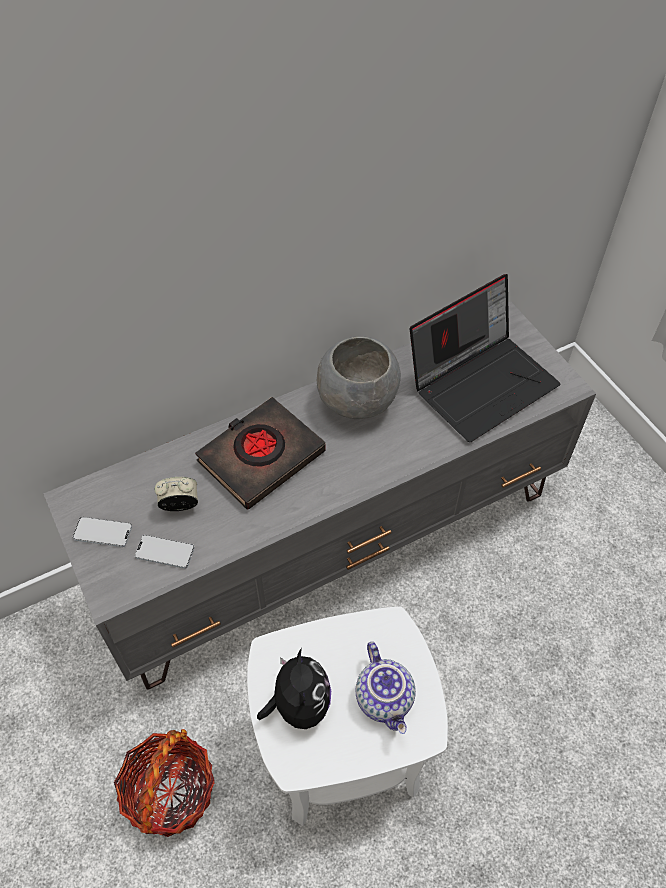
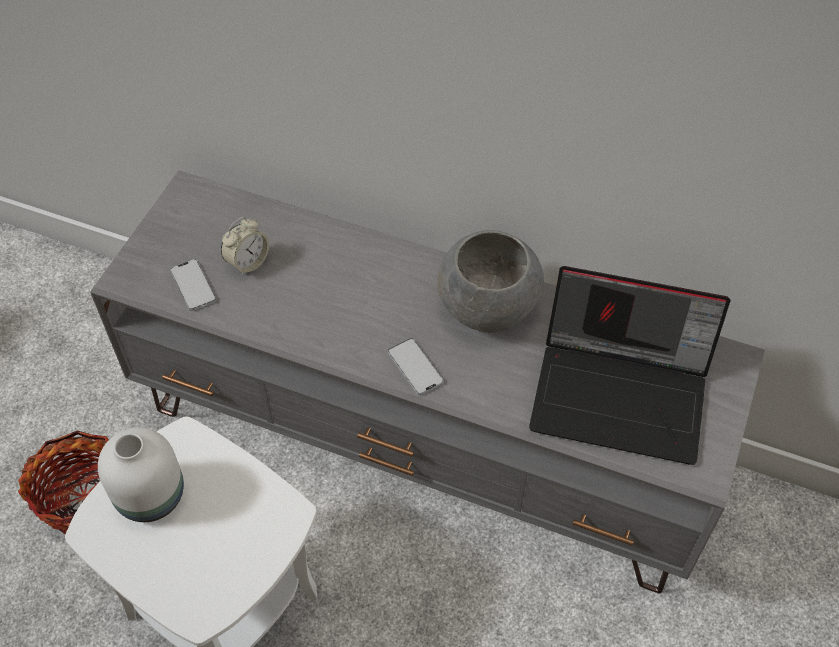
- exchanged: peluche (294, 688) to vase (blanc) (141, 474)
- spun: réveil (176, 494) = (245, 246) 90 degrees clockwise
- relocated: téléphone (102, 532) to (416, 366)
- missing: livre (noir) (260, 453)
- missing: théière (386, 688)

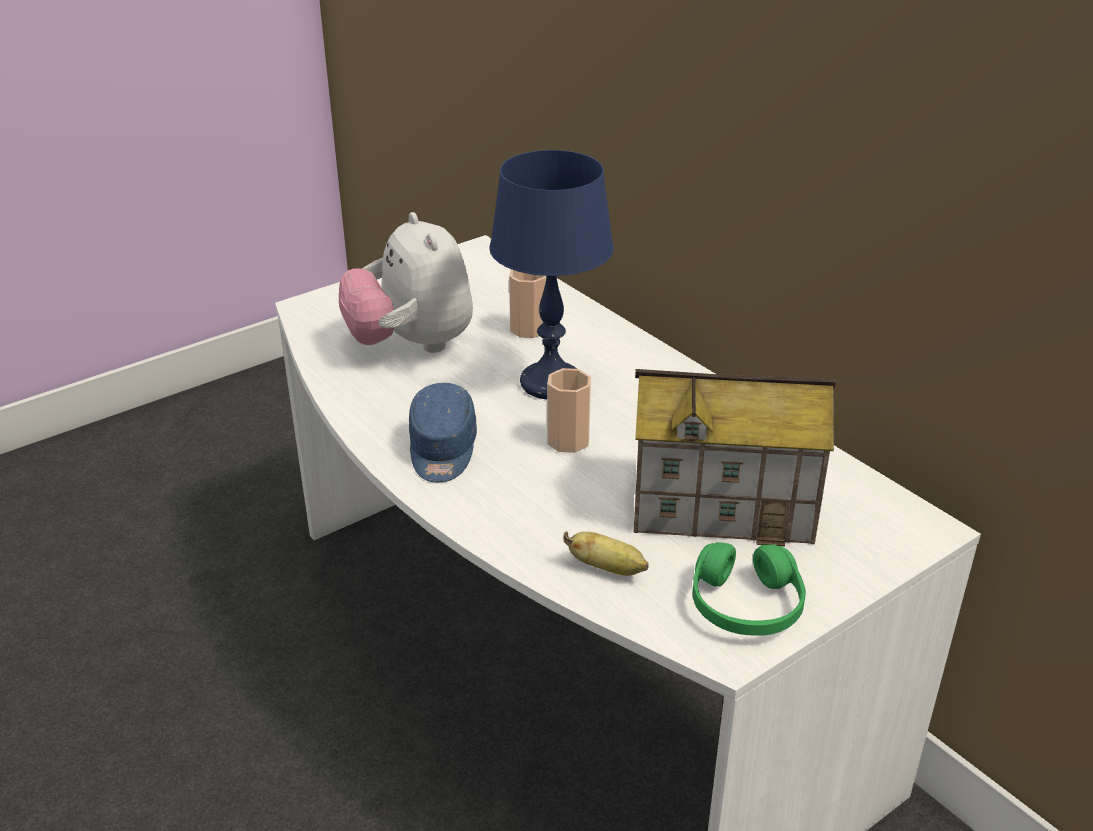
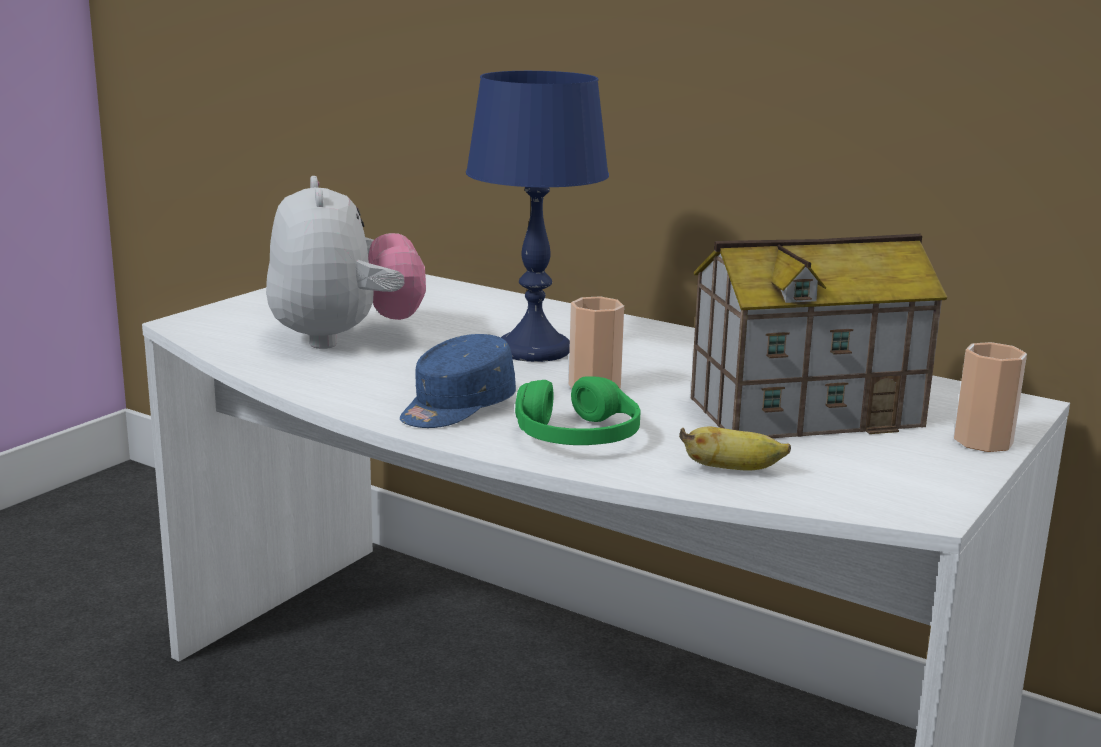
- spun: peluche (406, 282) = (346, 262) 150 degrees counterclockwise
- spun: casquette (bleu) (443, 432) = (458, 381) 60 degrees clockwise
- relocated: casque audio (vert) (749, 589) to (578, 410)
- relocated: tasse (527, 303) to (990, 397)

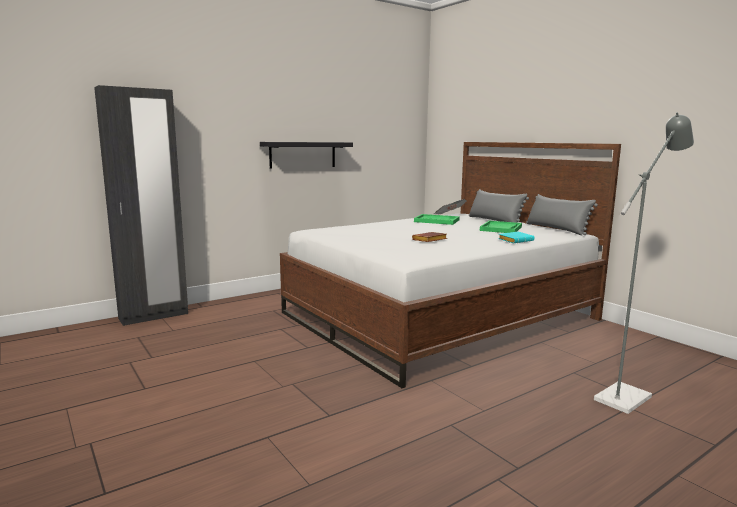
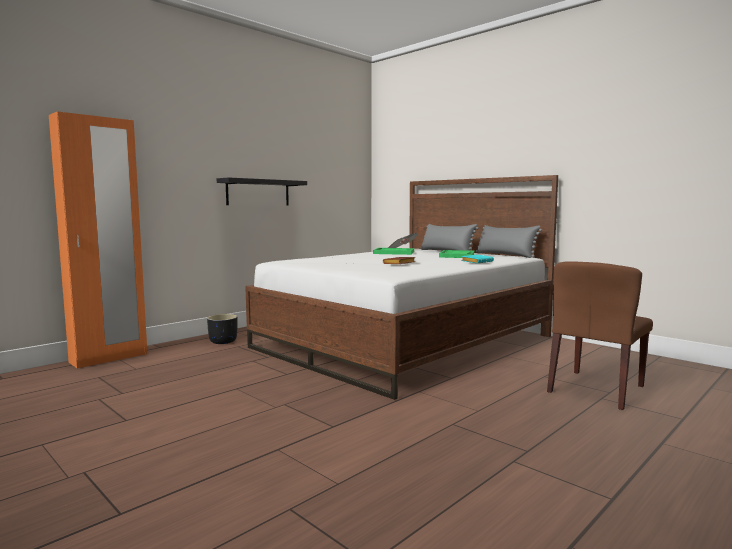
- colour: armoire (noir) (141, 205) to armoire (orange) (98, 240)
- appeared: cache-pot (noir) (222, 329)
- exchanged: lampadaire (gris) (644, 263) to chaise (marron) (600, 335)

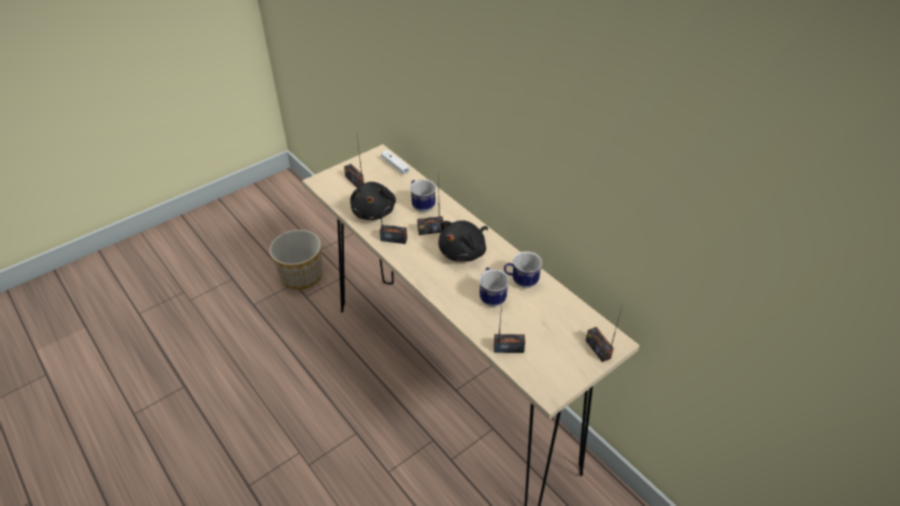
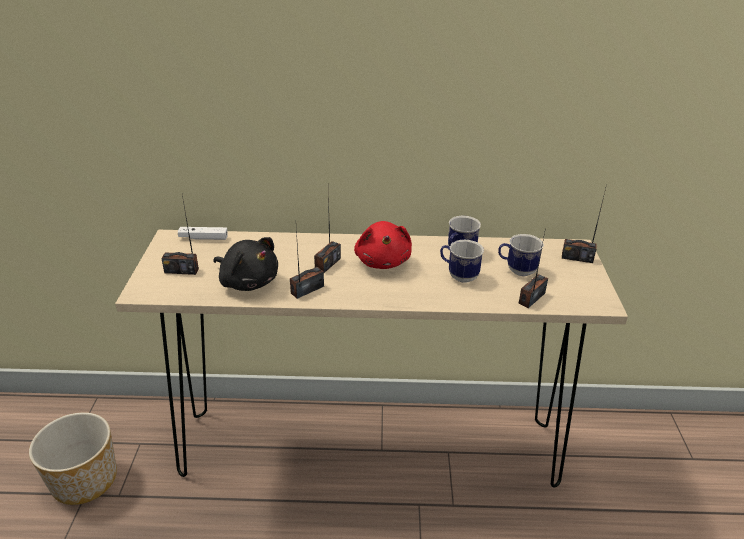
- colour: peluche (noir) (463, 241) to peluche (rouge) (383, 245)
- relocated: mug (423, 195) to (521, 255)

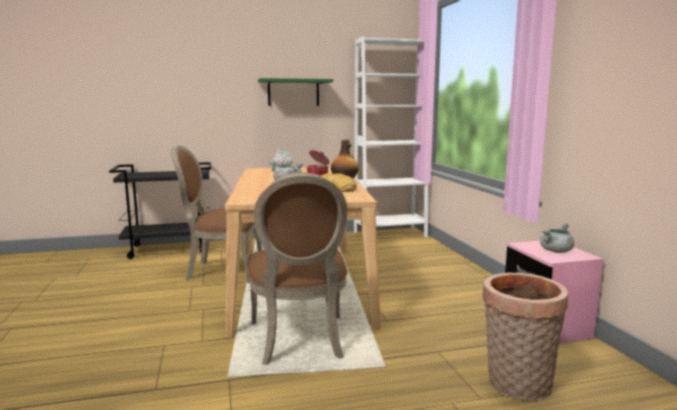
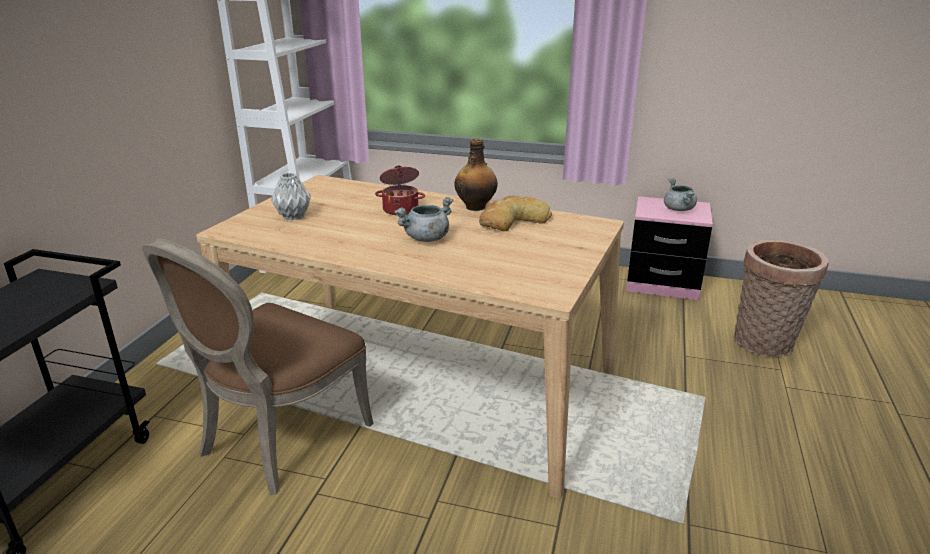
- missing: chaise (marron) (297, 268)
- missing: étagère (vert) (295, 92)

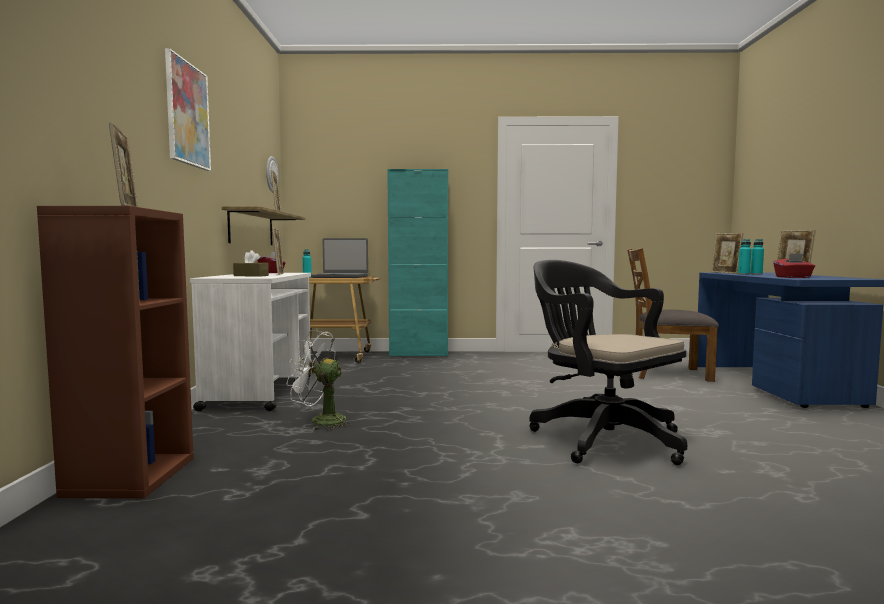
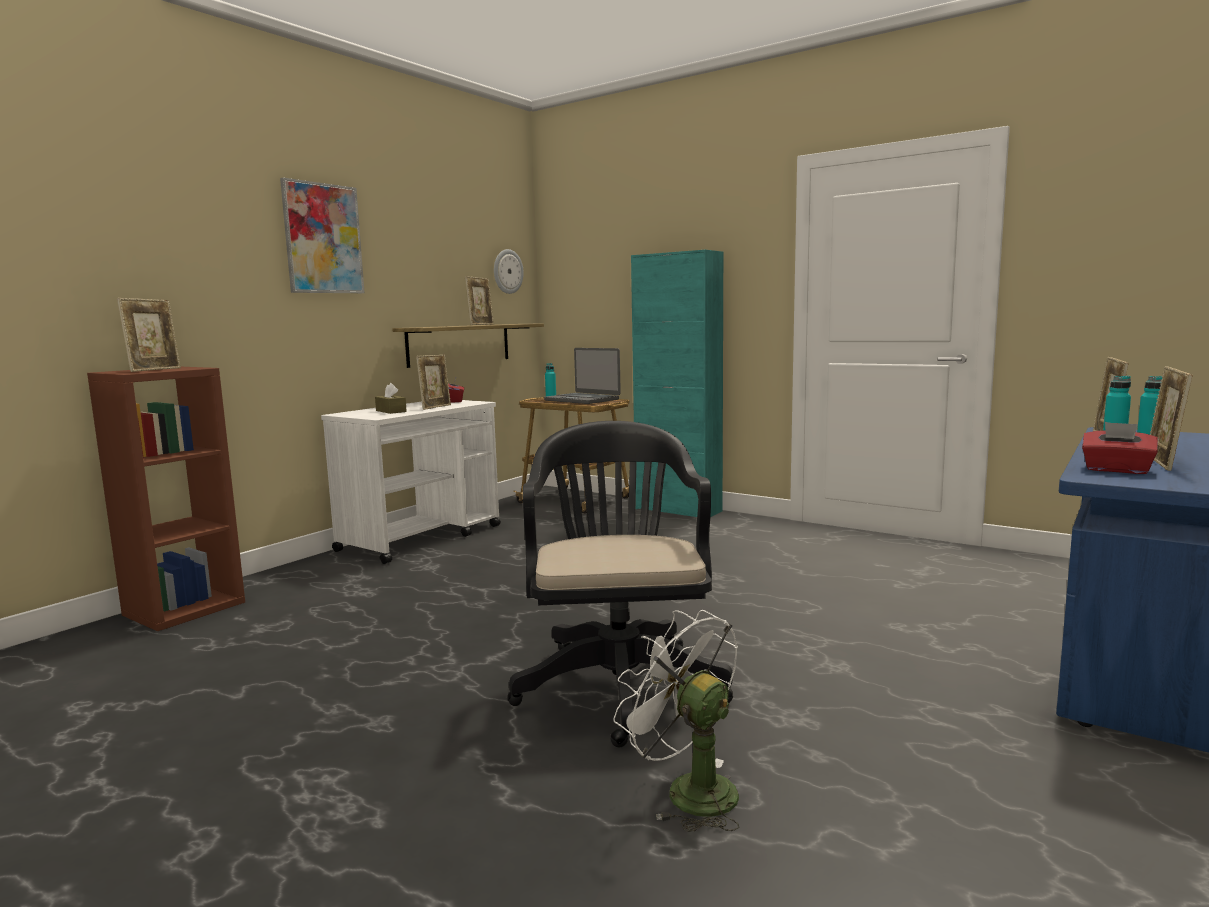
- relocated: ventilateur (blanc) (319, 380) to (676, 721)
- missing: chaise (marron) (673, 315)

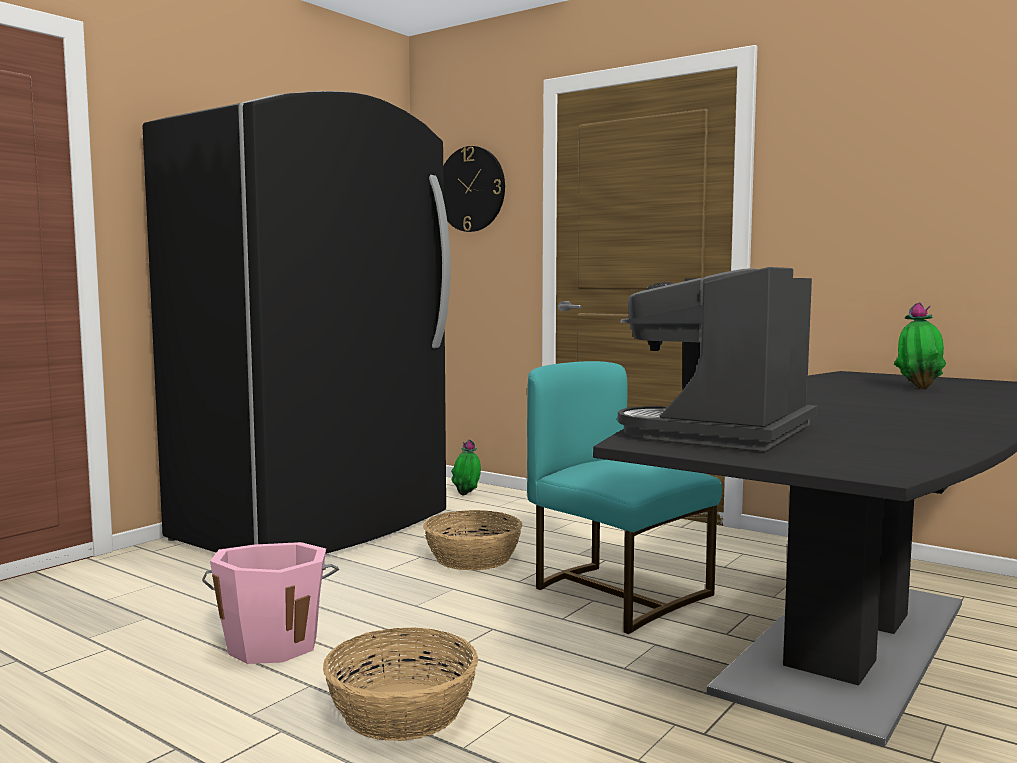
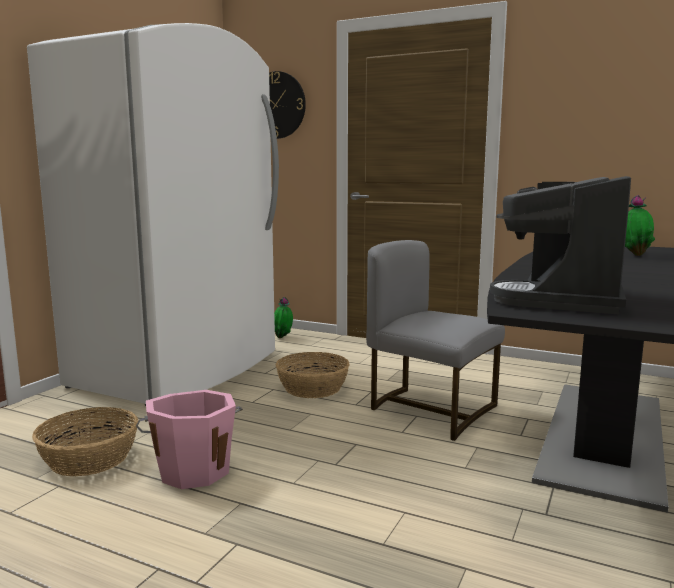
- colour: réfrigérateur (noir) (296, 322) to réfrigérateur (blanc) (153, 214)
- relocated: panier (400, 684) to (85, 441)
- colour: chaise (turquoise) (624, 497) to chaise (gris) (435, 340)

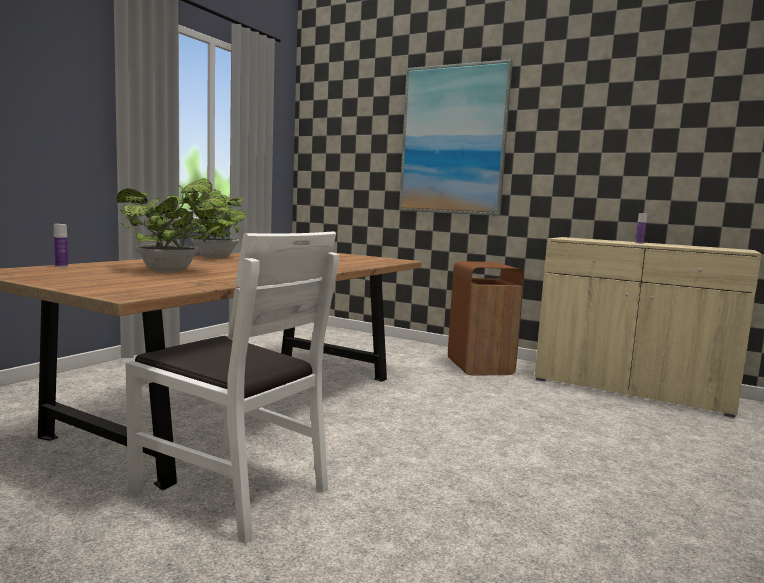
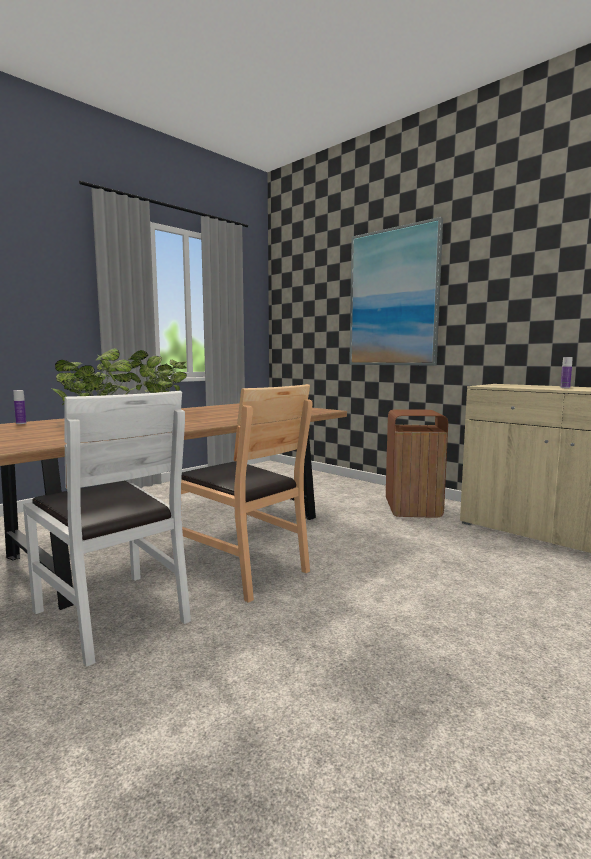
- appeared: chaise (marron) (242, 493)

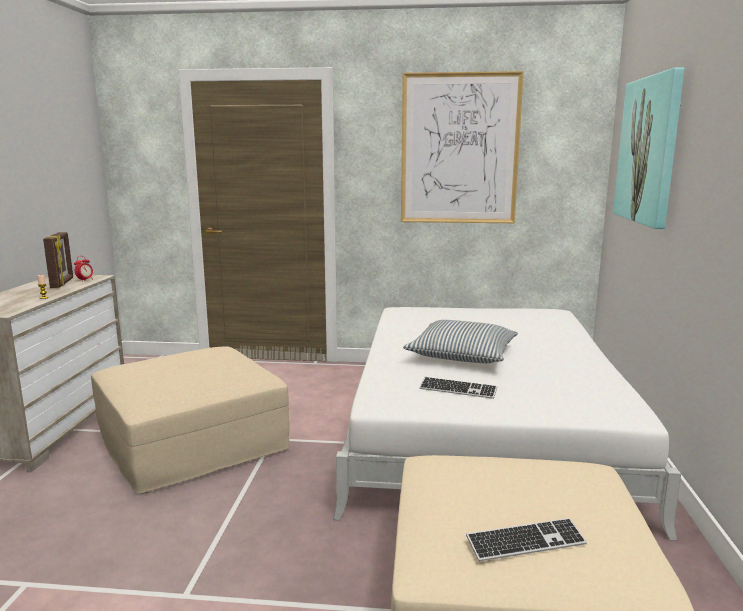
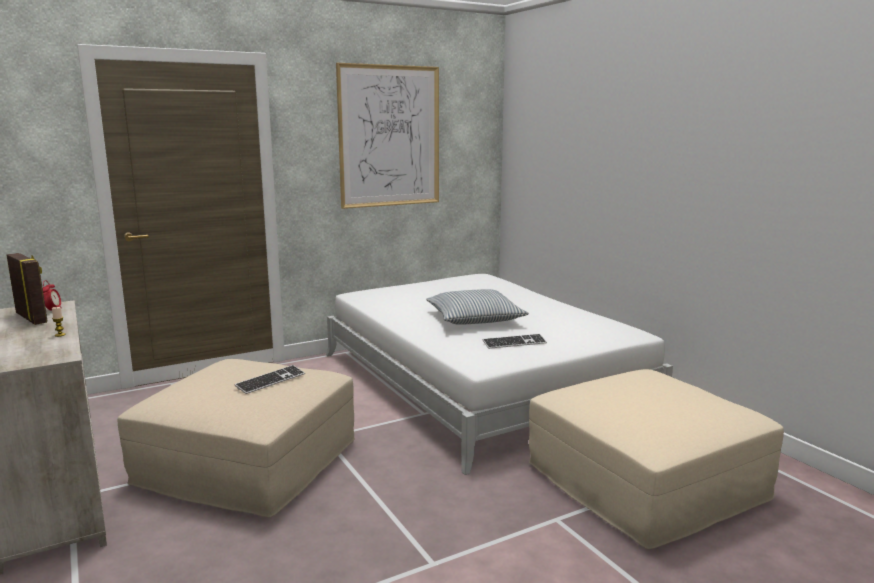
- relocated: clavier (526, 539) to (269, 379)
- missing: tableau (649, 148)

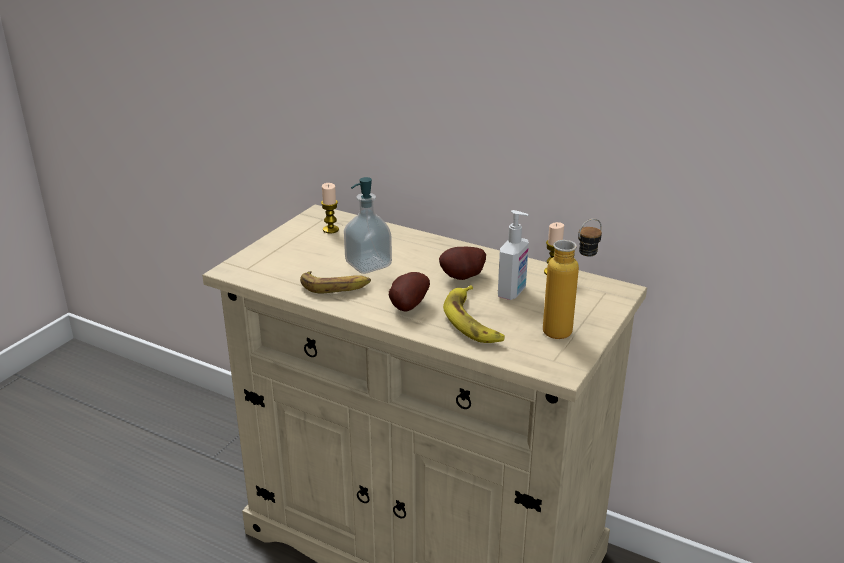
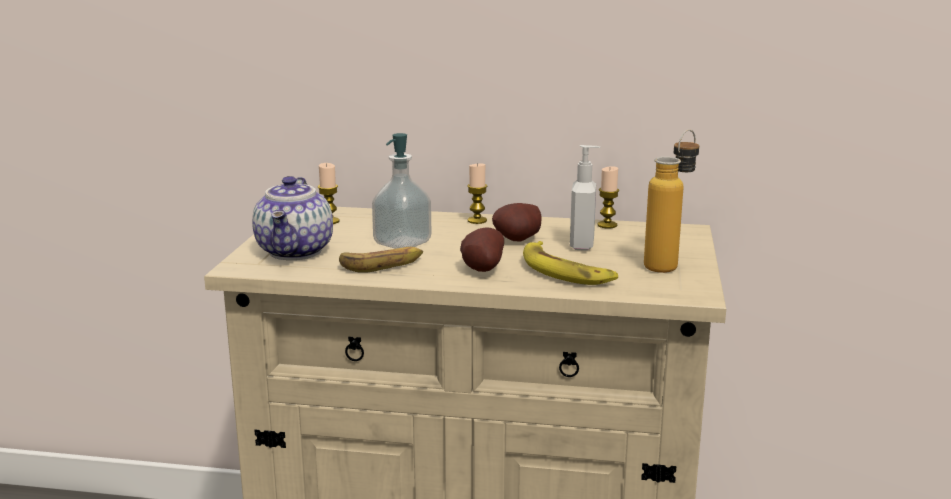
- appeared: théière (292, 218)
- appeared: bougie (477, 193)

